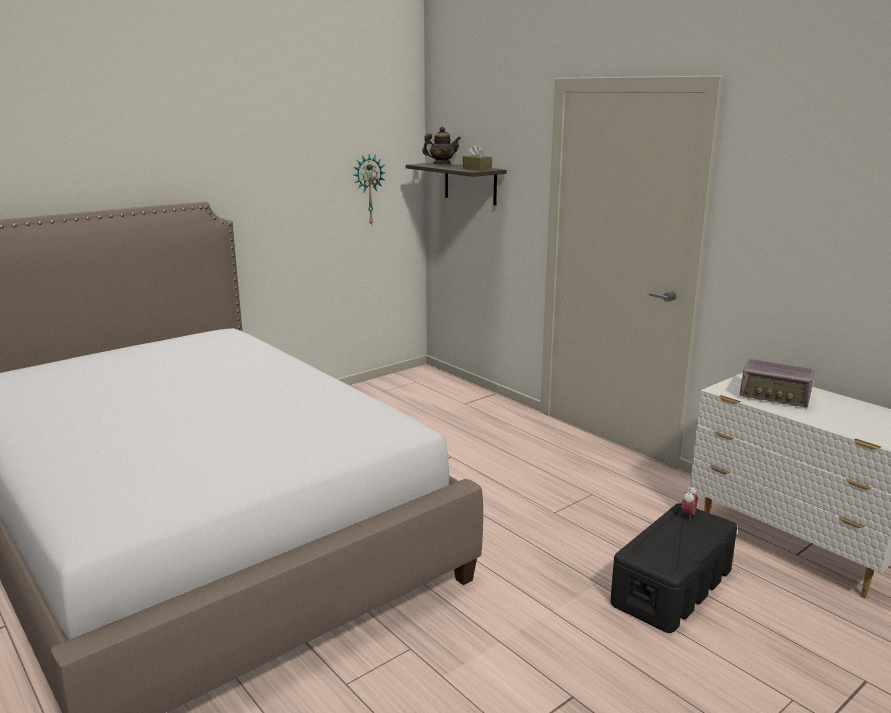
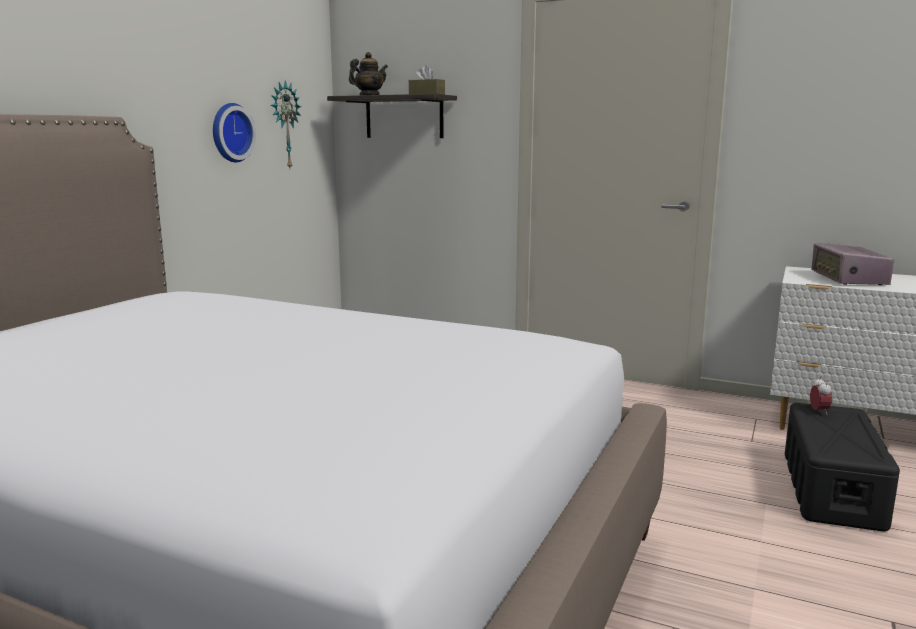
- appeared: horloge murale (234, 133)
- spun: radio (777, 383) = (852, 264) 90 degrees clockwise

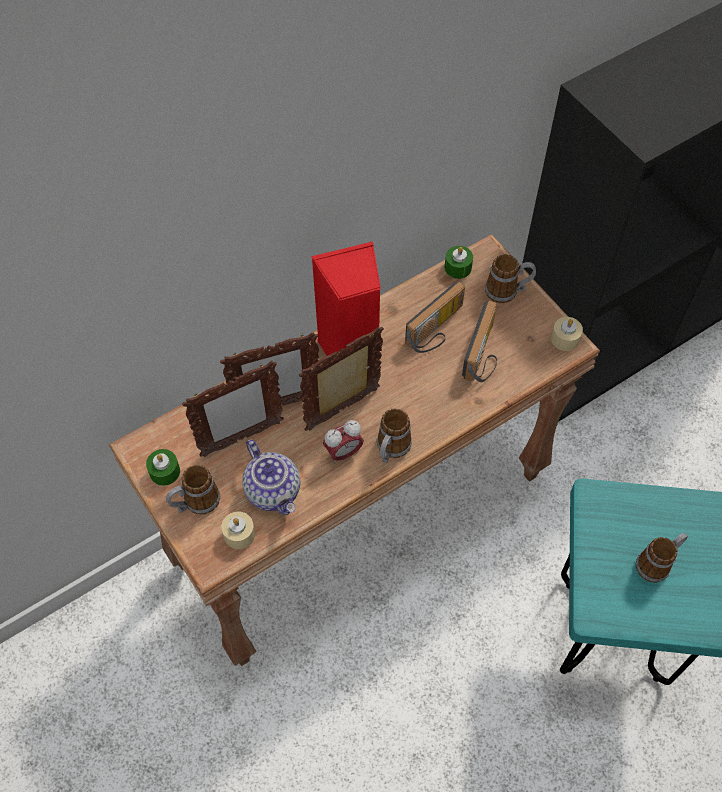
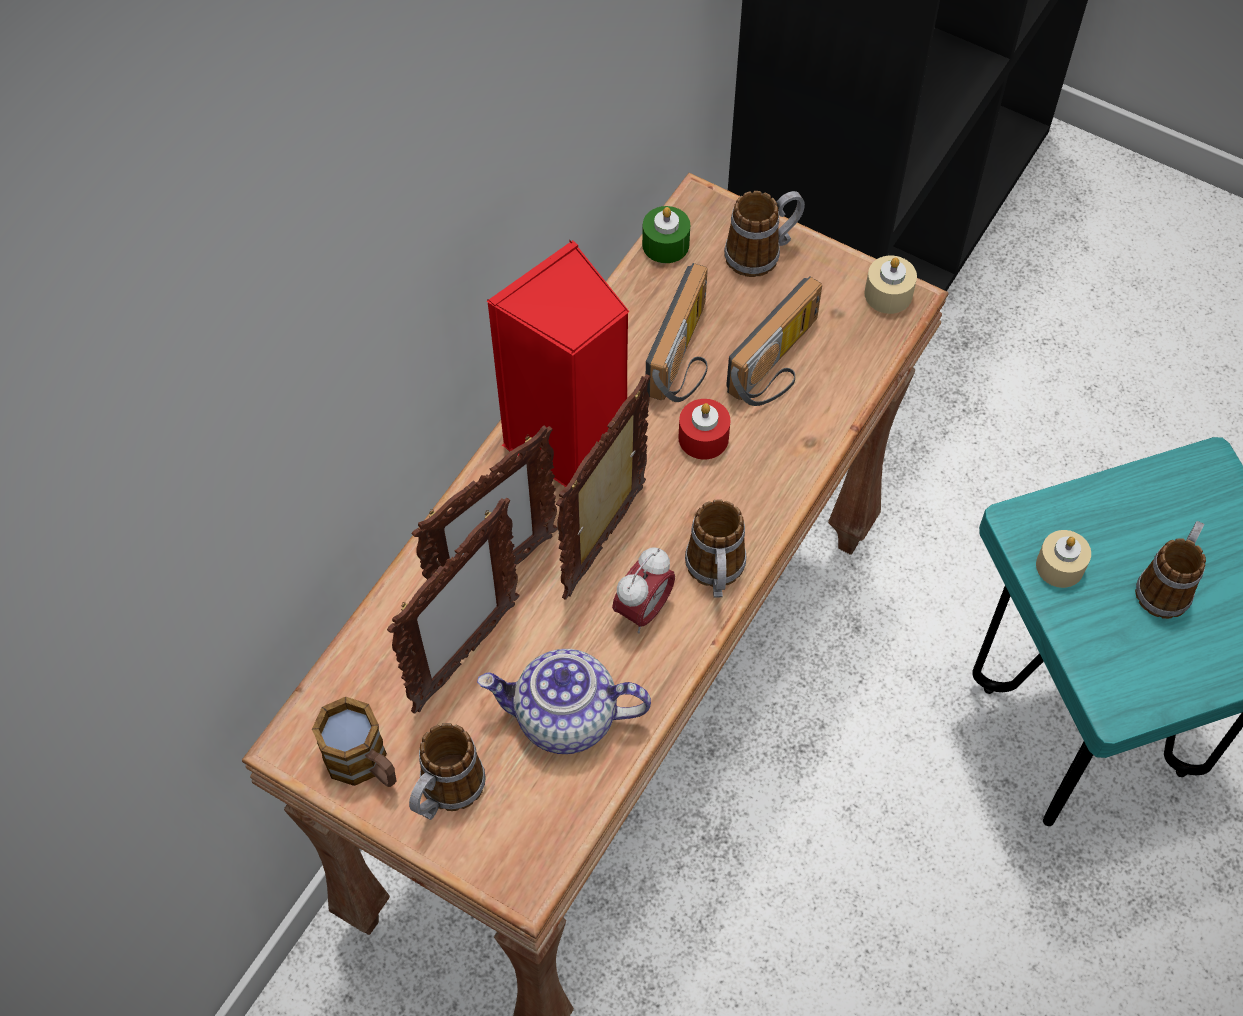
- exchanged: bougie (vert) (163, 467) to mug (354, 742)
- spun: théière (271, 477) = (564, 701) 150 degrees clockwise
- appeared: bougie (rouge) (705, 429)
- spun: radio (479, 341) = (774, 341) 45 degrees clockwise
- relocated: bougie (beige) (238, 530) to (1063, 559)

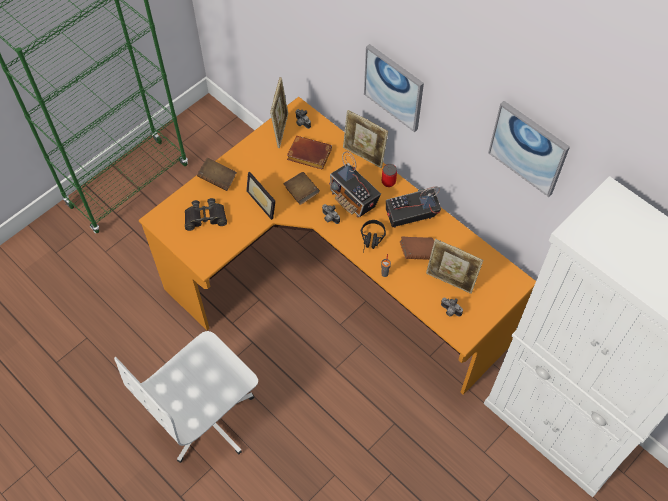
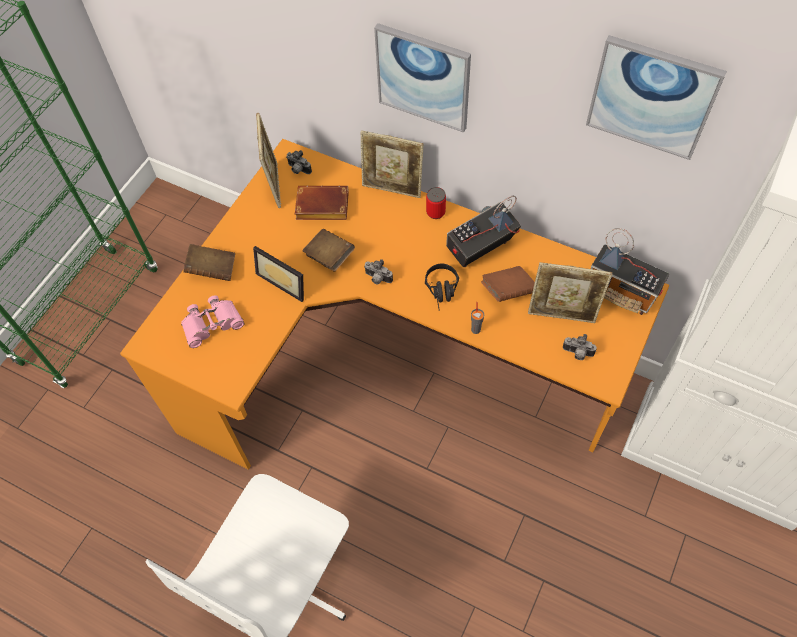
- colour: jumelles (noir) (206, 214) to jumelles (rose) (212, 321)
- relocated: radio (355, 184) to (630, 271)

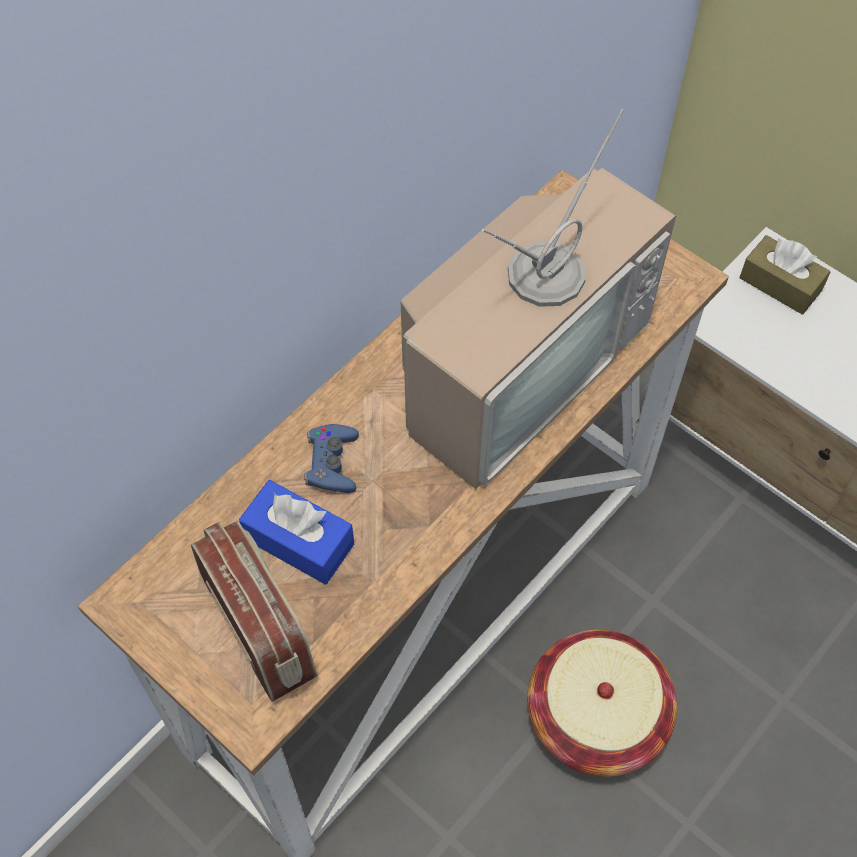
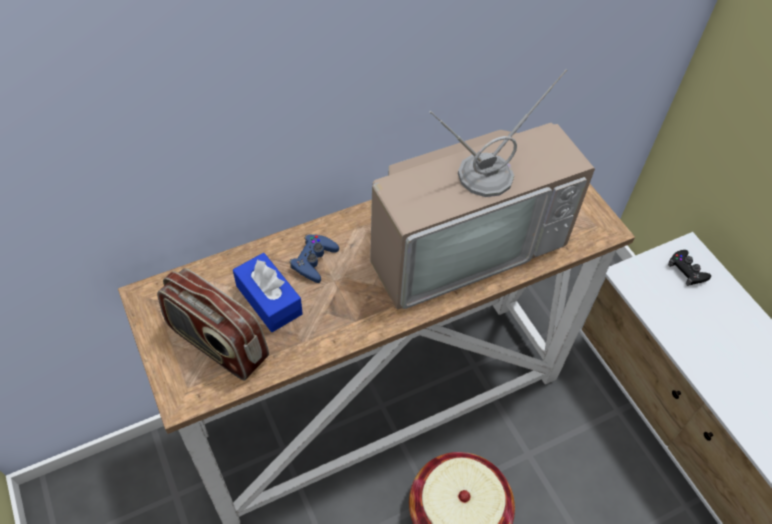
- spun: radio (254, 611) = (213, 324) 135 degrees clockwise
- exchanged: boîte à mouchoirs (marron) (784, 275) to manette (noir) (689, 268)

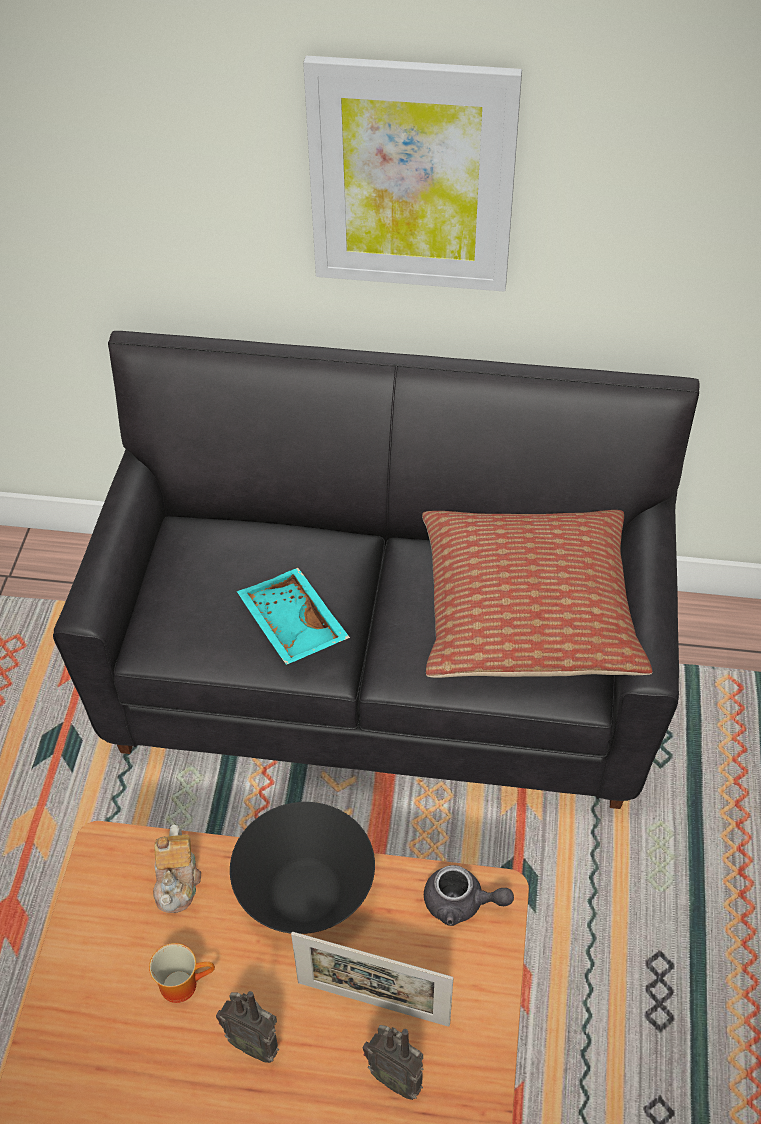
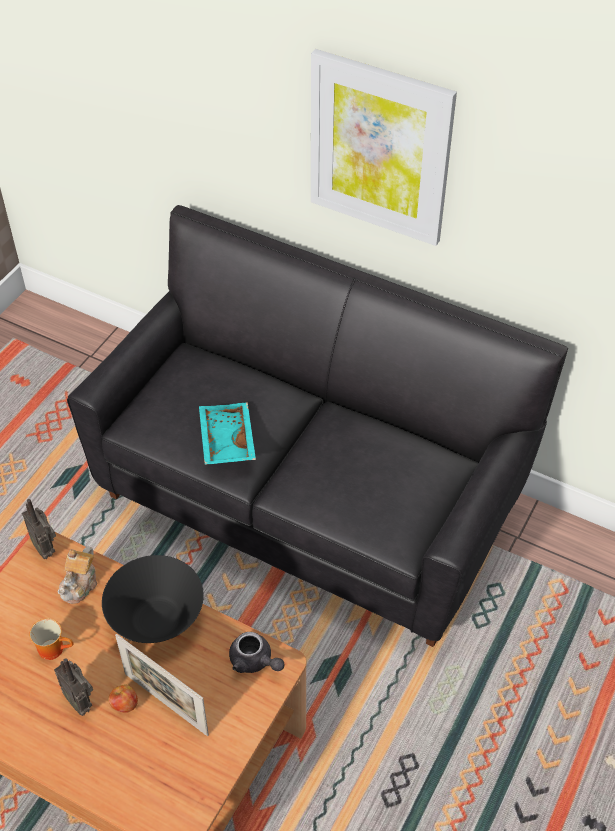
- relocated: radio (393, 1062) to (39, 529)
- appeared: pomme (123, 699)
- missing: coussin (537, 594)

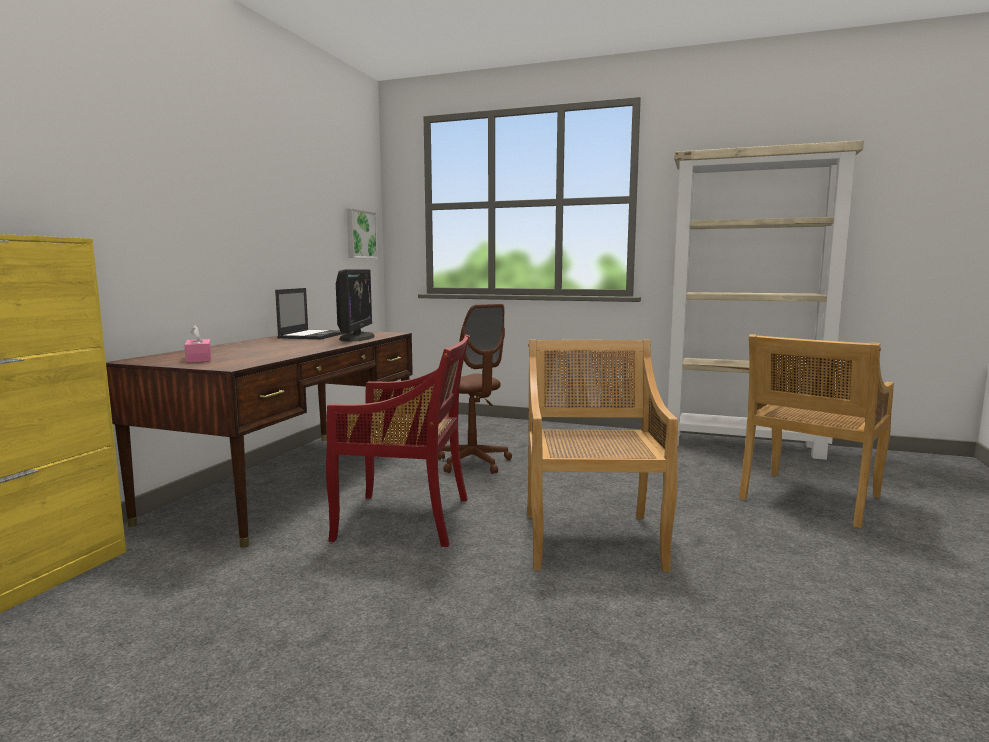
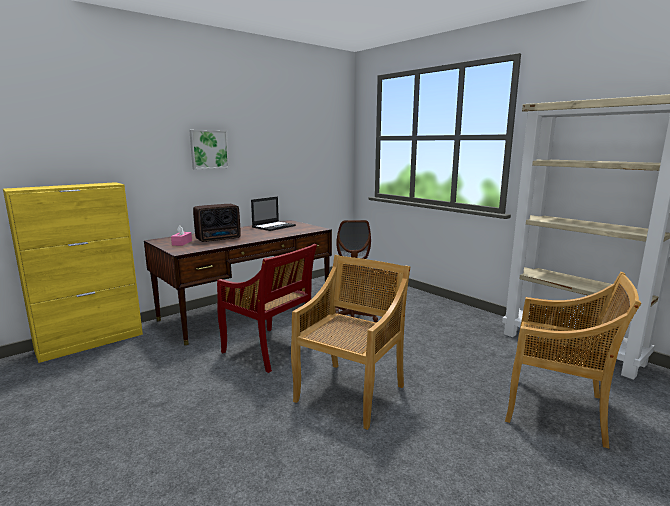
- relocated: tableau (362, 234) to (209, 149)
- appeared: radio (217, 223)
- spun: chaise (beige) (816, 431) = (573, 360) 135 degrees counterclockwise
- missing: écran d'ordinateur (355, 305)

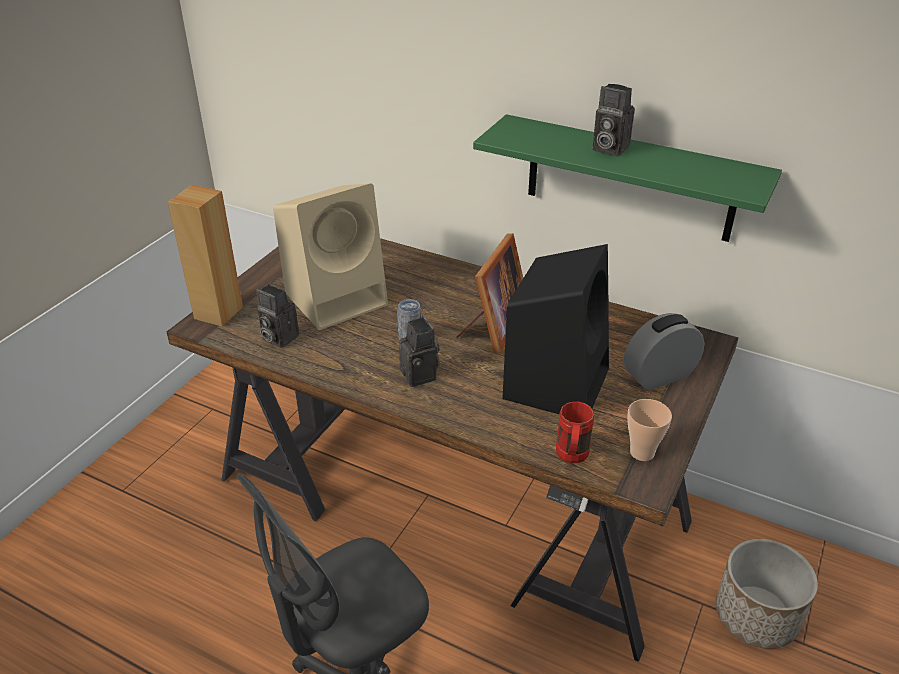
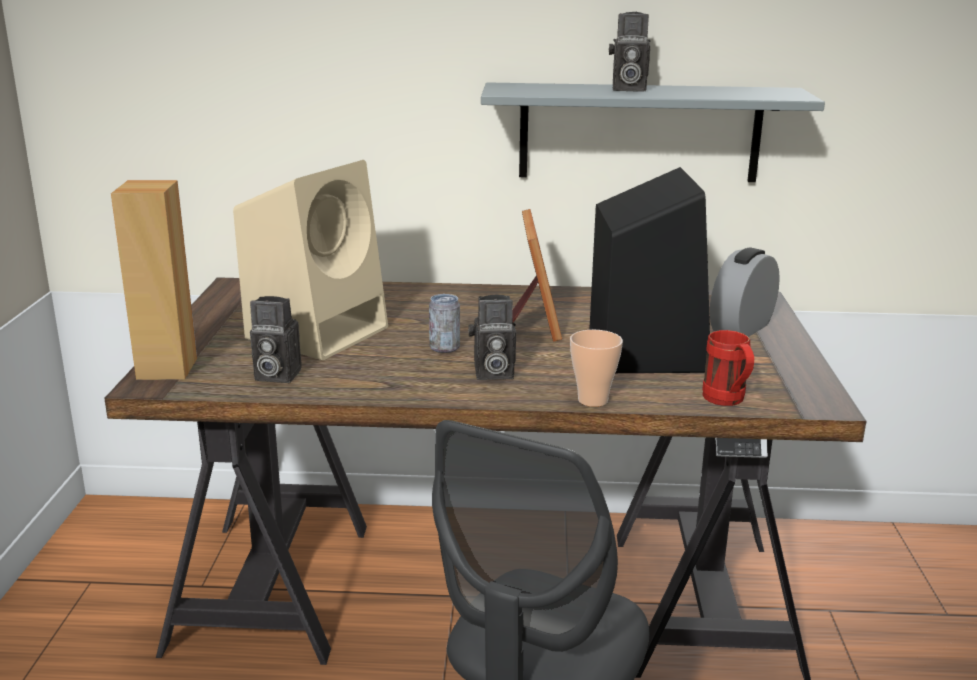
- spun: appareil photo (419, 351) = (492, 337) 135 degrees clockwise
- colour: étagère (vert) (627, 178) to étagère (gris) (653, 132)
- relocated: tasse (649, 430) to (596, 368)
- missing: cache-pot (767, 594)

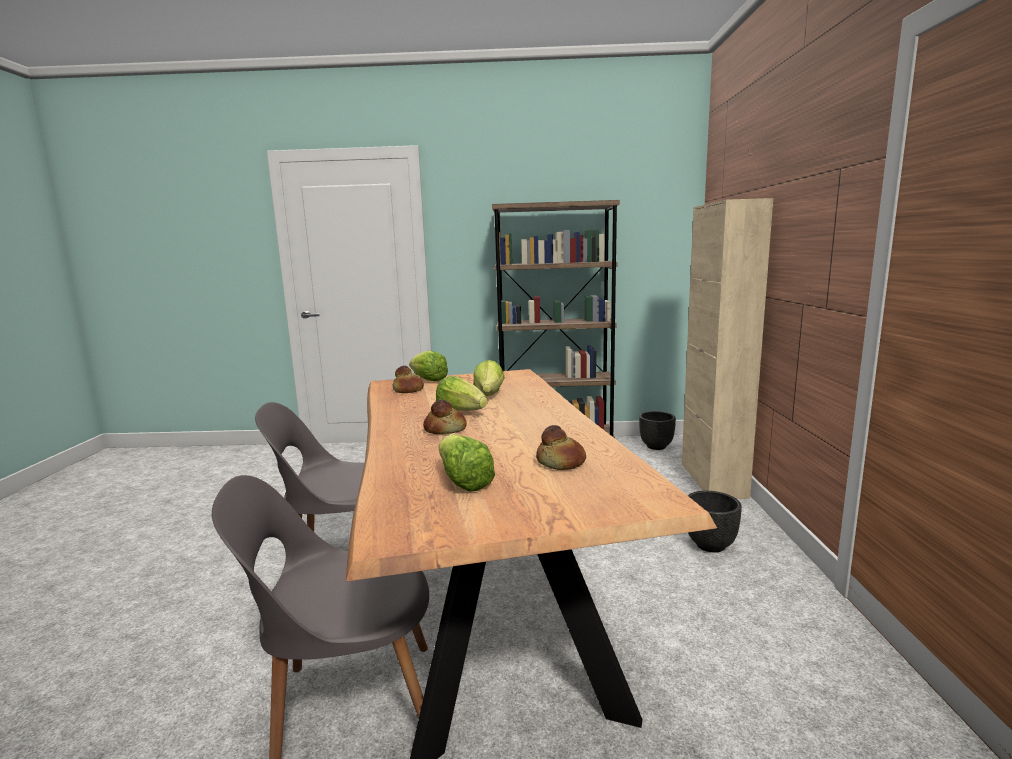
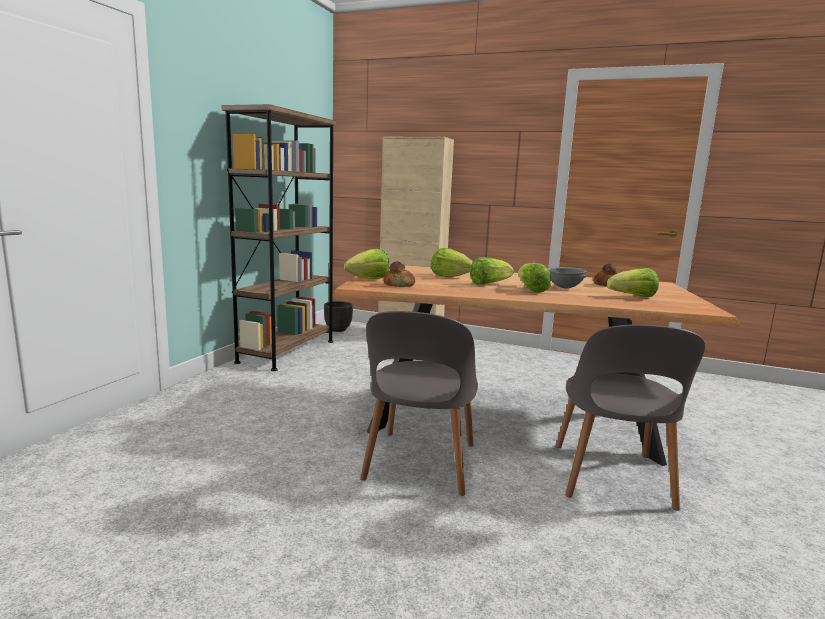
- exchanged: pain (445, 417) to laitue (534, 278)
- appeared: bol (gris) (567, 277)
- missing: cache-pot (noir) (715, 522)

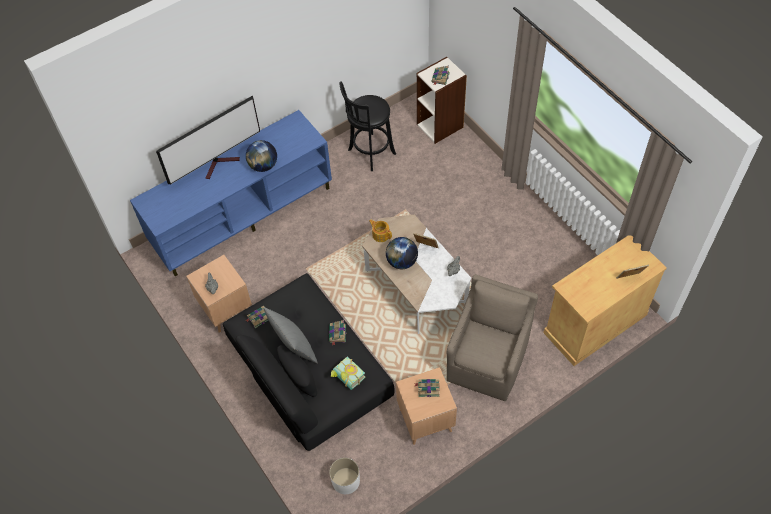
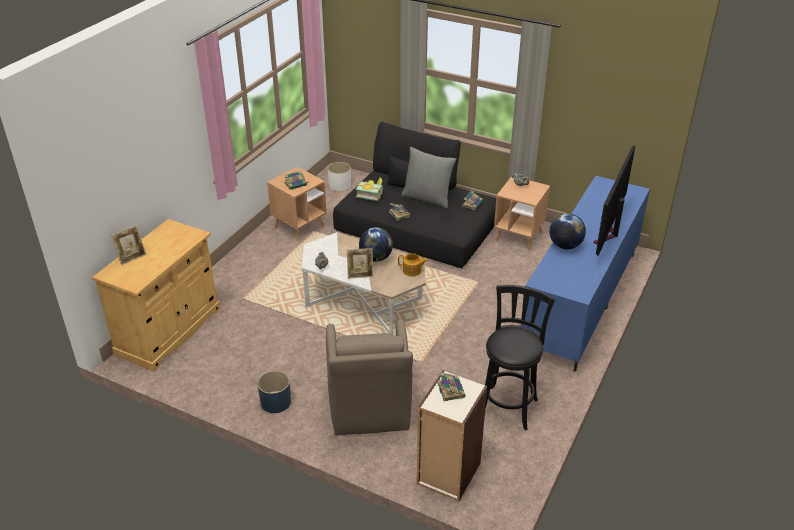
- appeared: cache-pot (bleu) (274, 392)
- relocated: fauteuil (marron) (492, 337) to (369, 377)

